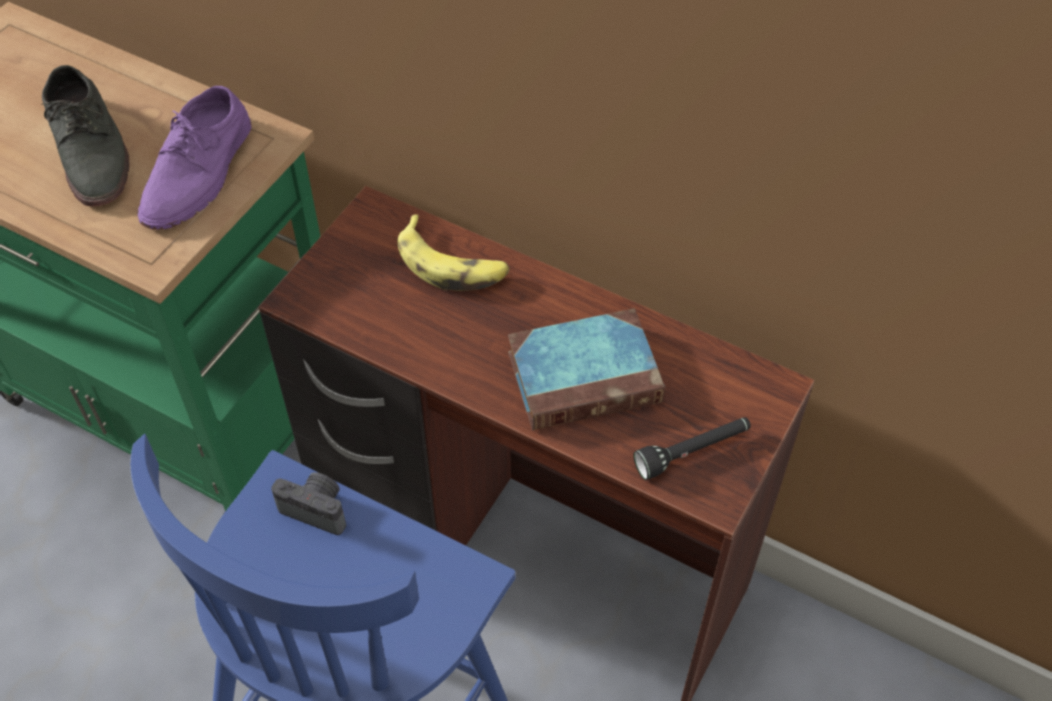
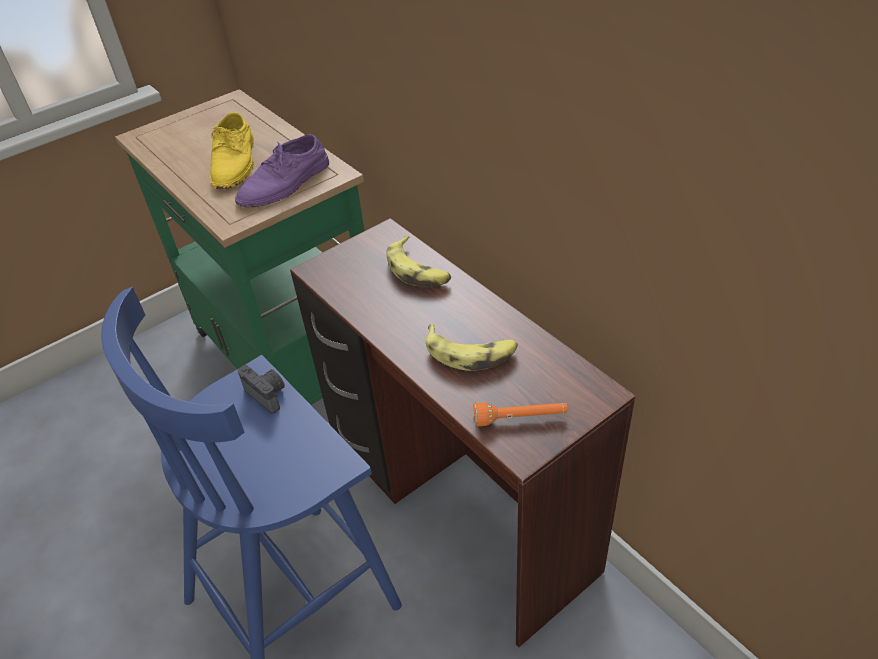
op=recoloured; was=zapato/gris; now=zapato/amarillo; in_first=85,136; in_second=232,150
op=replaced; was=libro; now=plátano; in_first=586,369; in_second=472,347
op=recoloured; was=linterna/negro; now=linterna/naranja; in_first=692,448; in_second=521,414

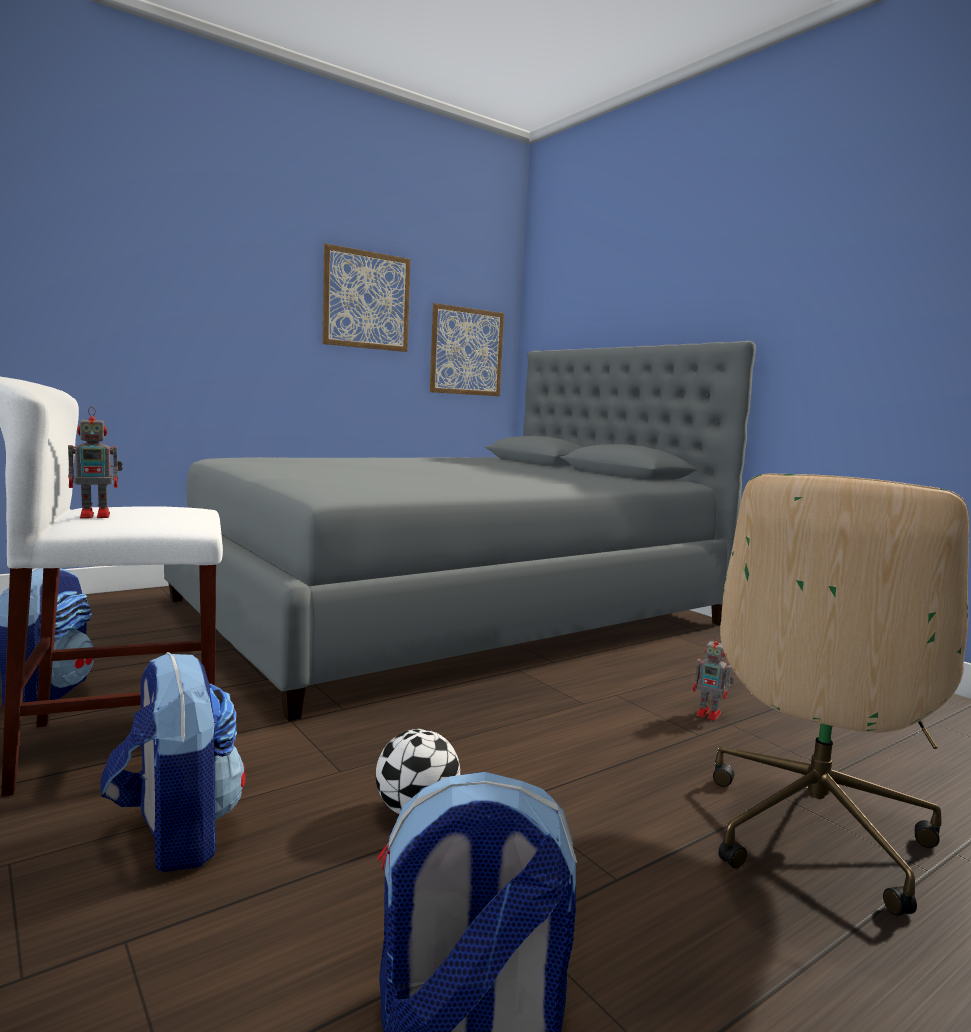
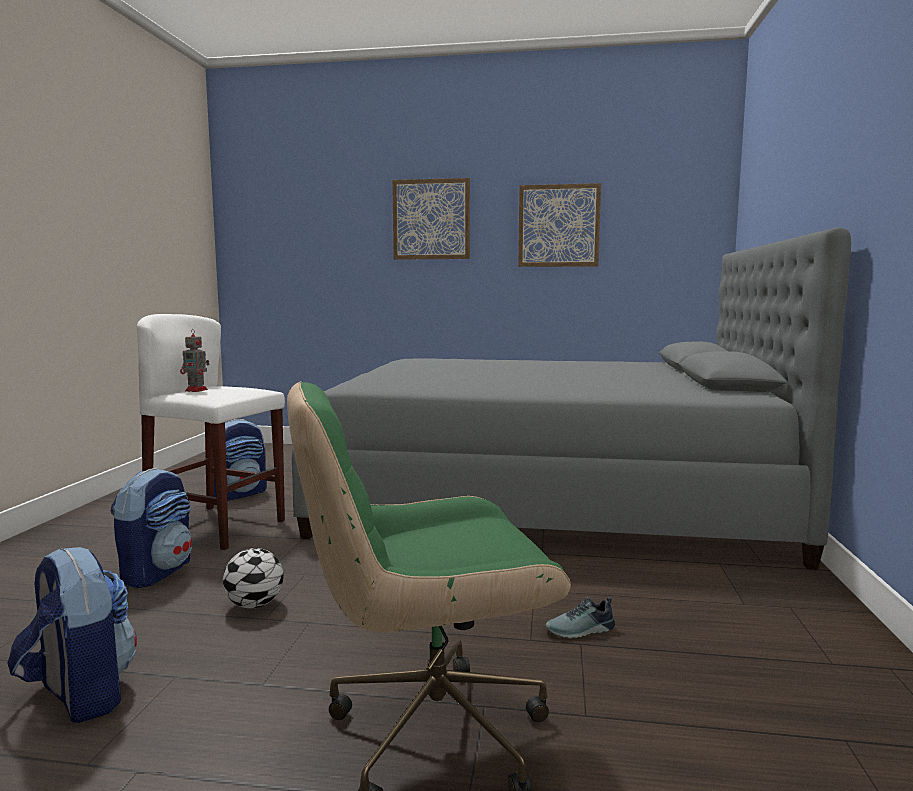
op=moved; was=cuadro; in_first=467,349; in_second=431,218
op=replaced; was=robot de juguete; now=zapato; in_first=713,677; in_second=580,617

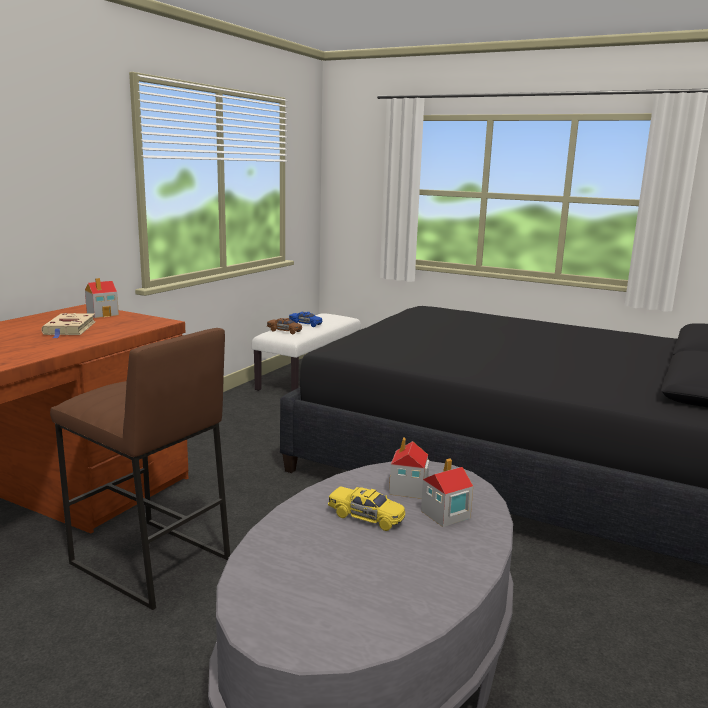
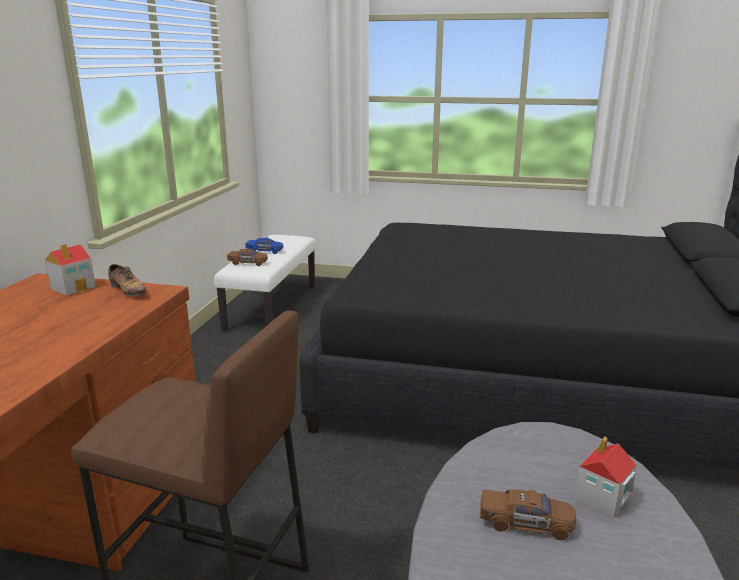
op=removed; was=libro/beis; in_first=68,325
op=recoloured; was=coche de juguete/amarillo; now=coche de juguete/marrón; in_first=366,509; in_second=528,514
op=removed; was=casita; in_first=409,468
op=added; now=zapato; in_second=127,280

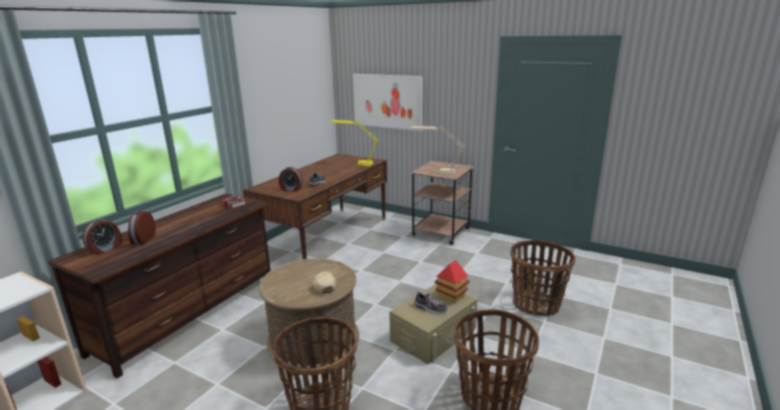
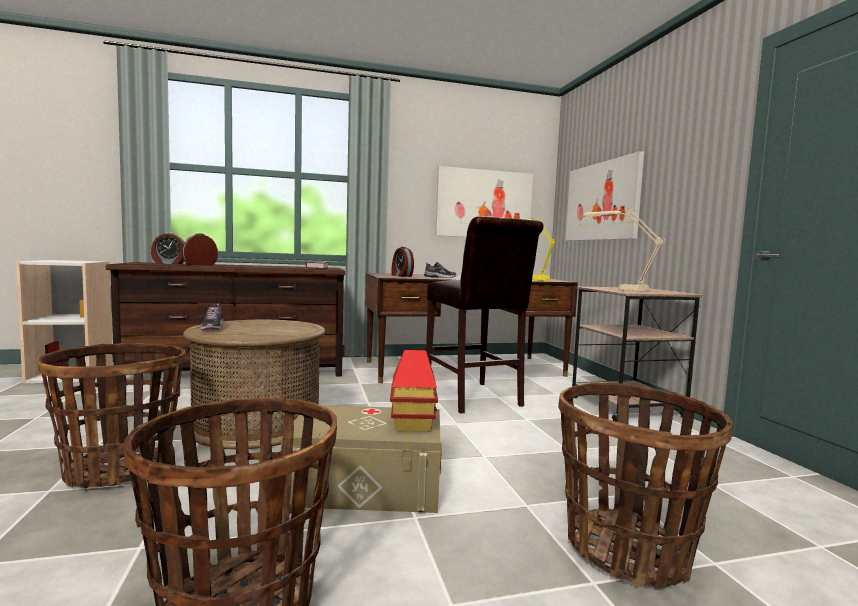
op=removed; was=gorra/beis; in_first=325,283
op=moved; was=zapato; in_first=431,302; in_second=212,316
op=added; now=taburete/marrón; in_second=485,315
op=added; now=cuadro; in_second=484,201

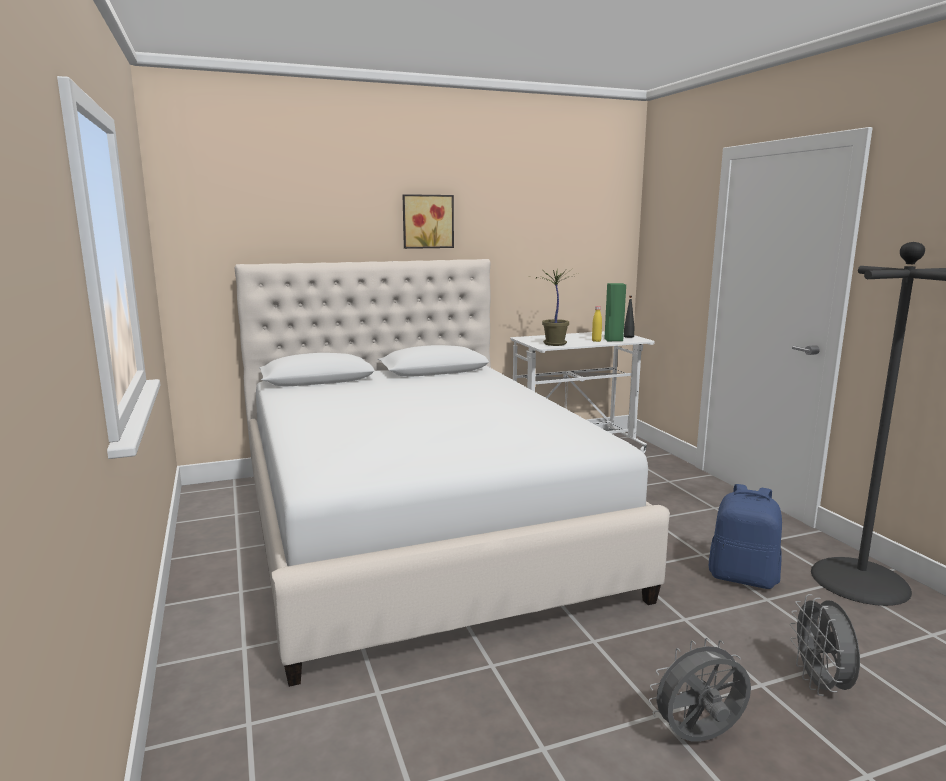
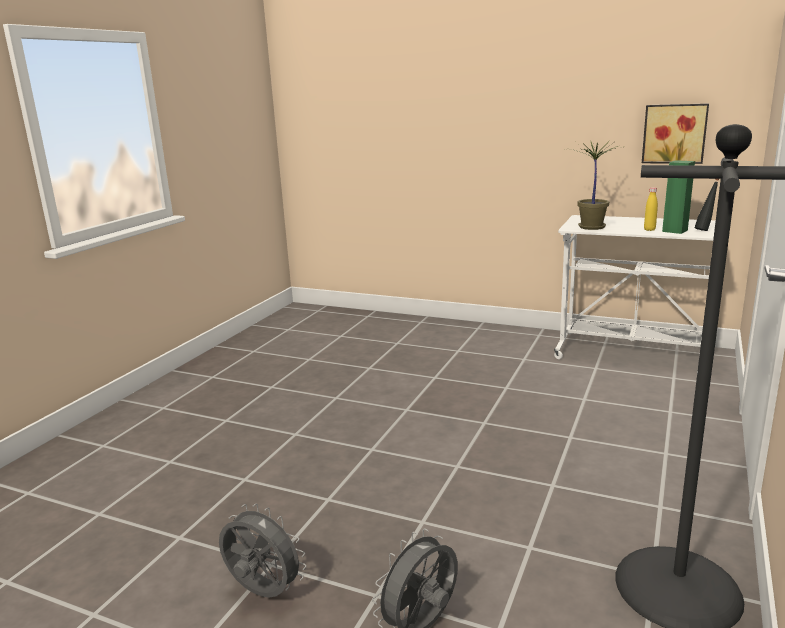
op=removed; was=cama/blanco; in_first=452,473
op=moved; was=cuadro; in_first=428,221; in_second=675,133
op=removed; was=mochila/azul; in_first=745,536

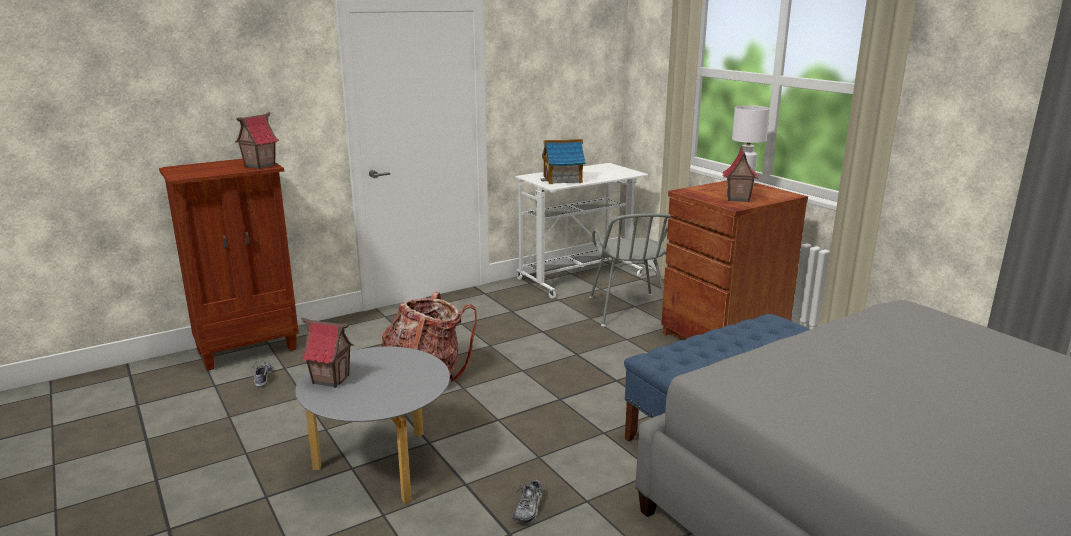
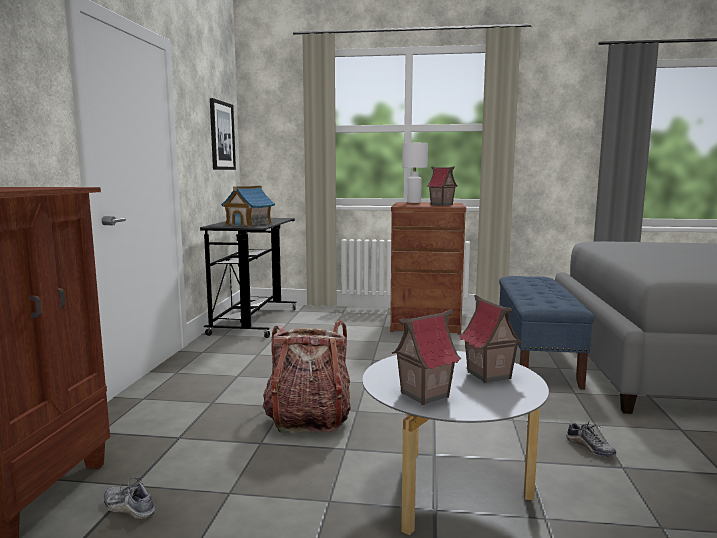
op=moved; was=casita; in_first=257,140; in_second=491,339
op=recoloured; was=escritorio/blanco; now=escritorio/negro; in_first=581,230; in_second=248,278
op=removed; was=silla/gris; in_first=630,270
op=added; now=cuadro; in_second=223,134

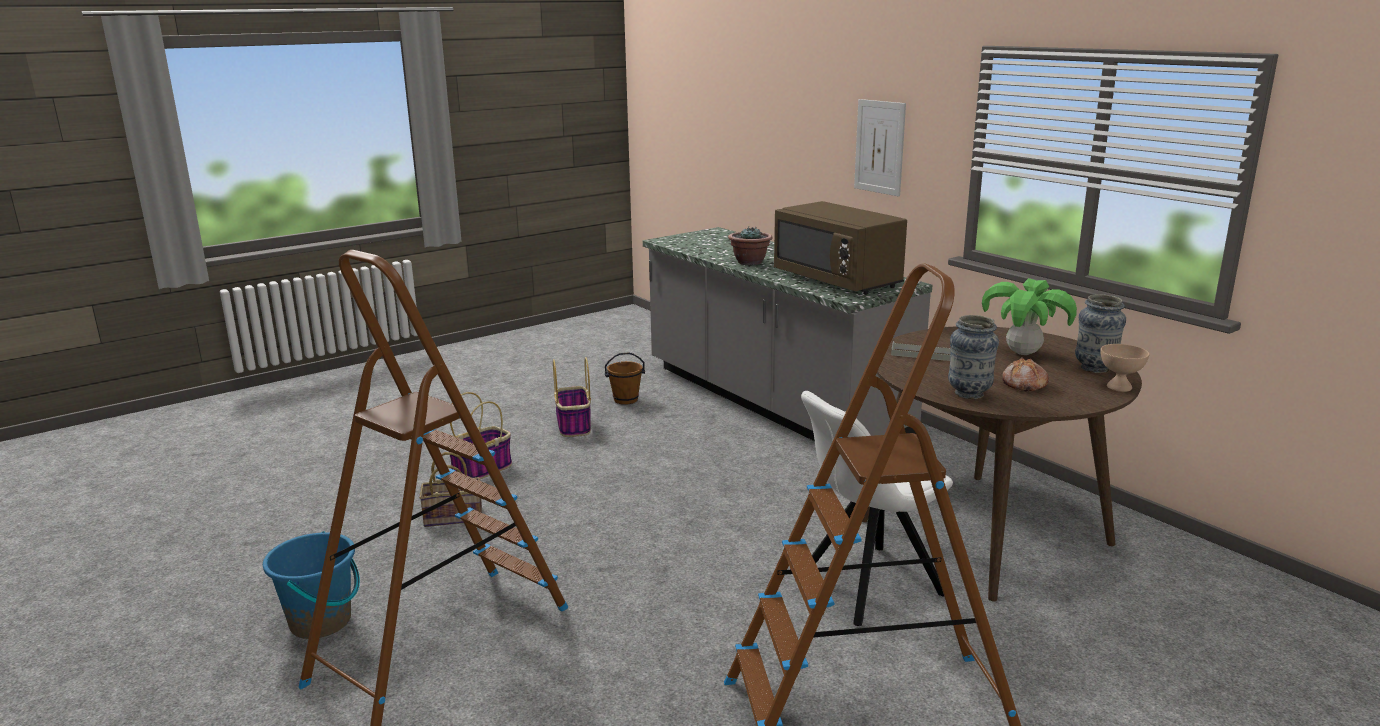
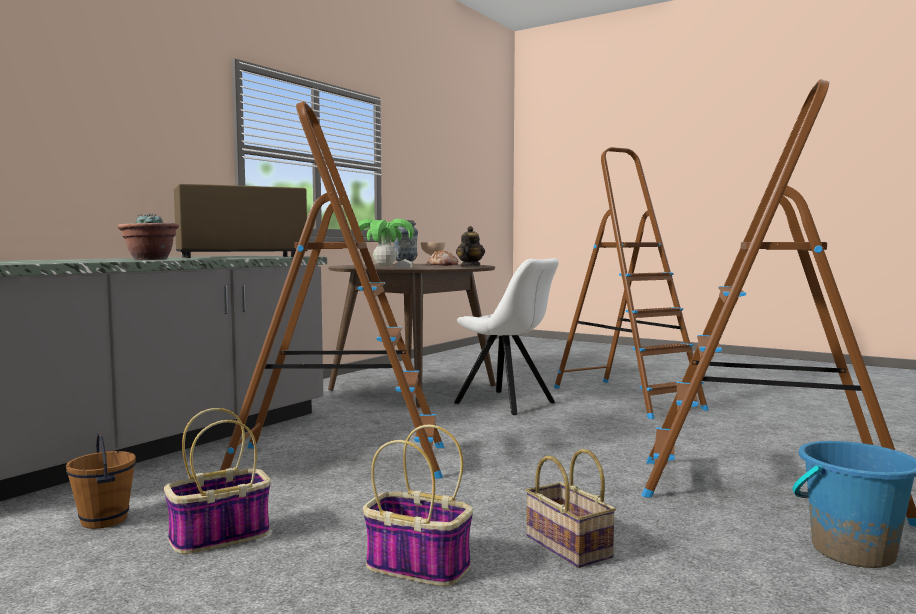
op=turned; was=microondas/marrón; in_first=840,248; in_second=240,221; clockwise=-150
op=removed; was=cuadro; in_first=880,148
op=replaced; was=florero; now=tetera; in_first=973,357; in_second=470,246
op=added; now=escalera de tijera/marrón; in_second=331,290

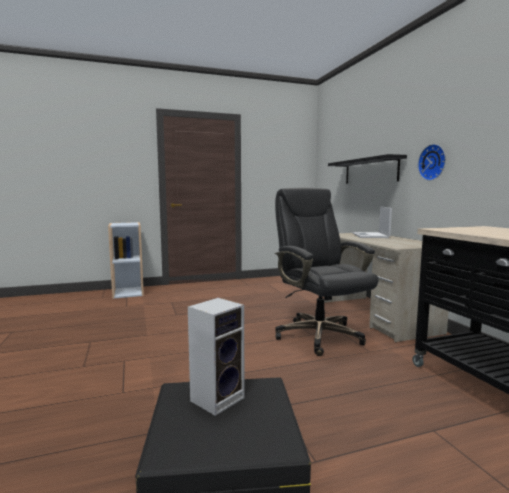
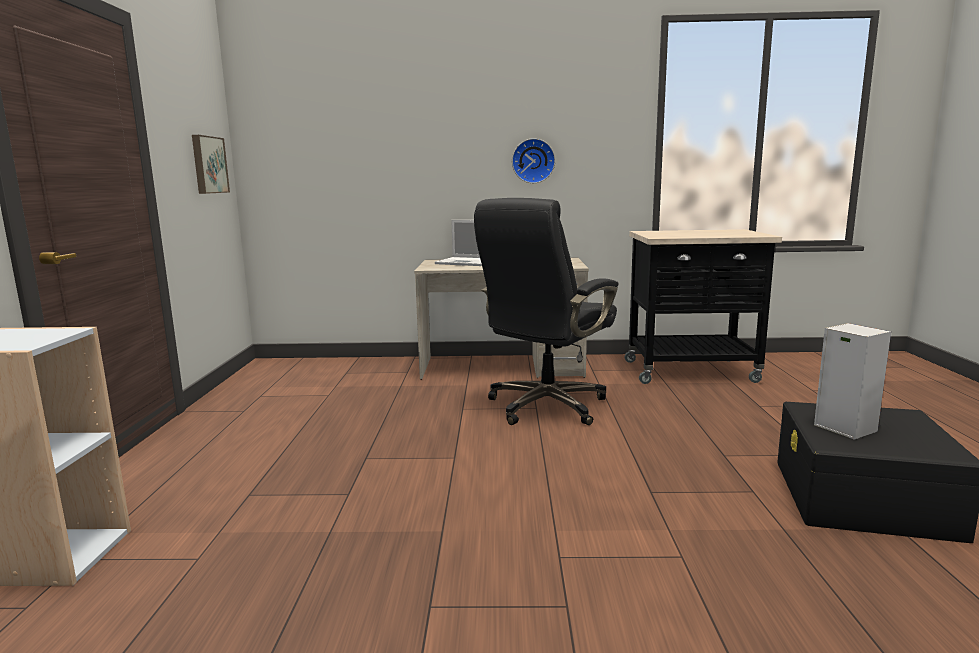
op=turned; was=silla de oficina/negro; in_first=326,272; in_second=546,311; clockwise=-45
op=removed; was=estante/negro; in_first=367,169
op=added; now=cuadro; in_second=211,164

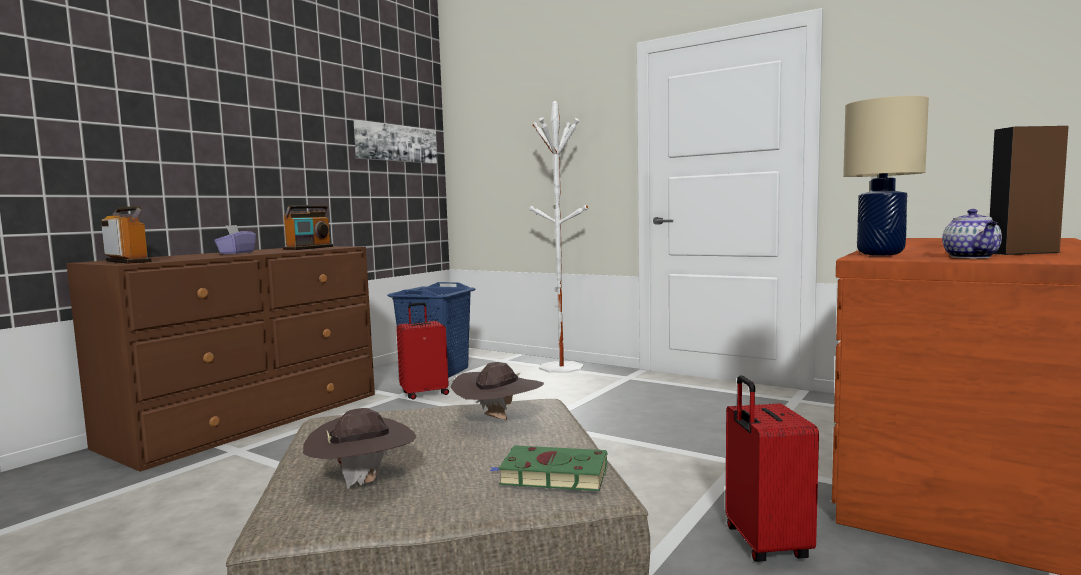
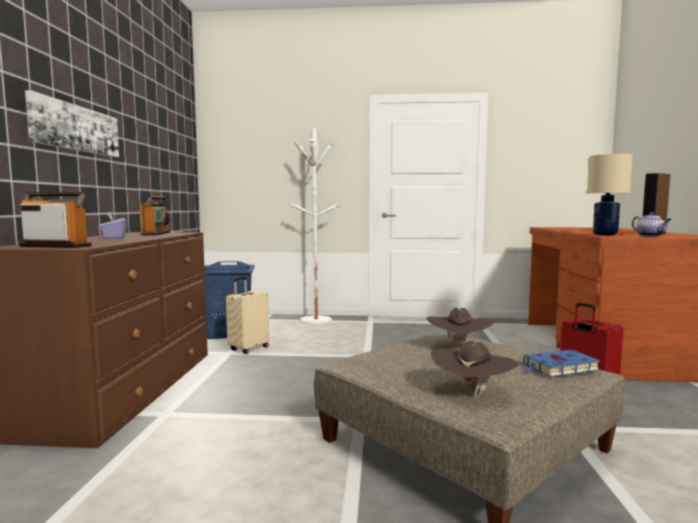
op=moved; was=cuadro; in_first=395,142; in_second=72,123
op=recoloured; was=maleta/rojo; now=maleta/beis; in_first=422,351; in_second=247,315
op=recoloured; was=libro/verde; now=libro/azul; in_first=548,468; in_second=561,363

